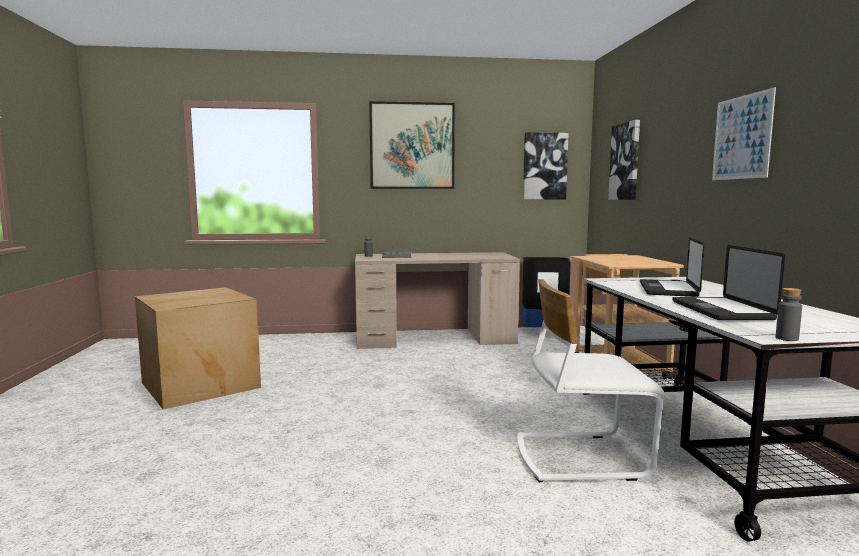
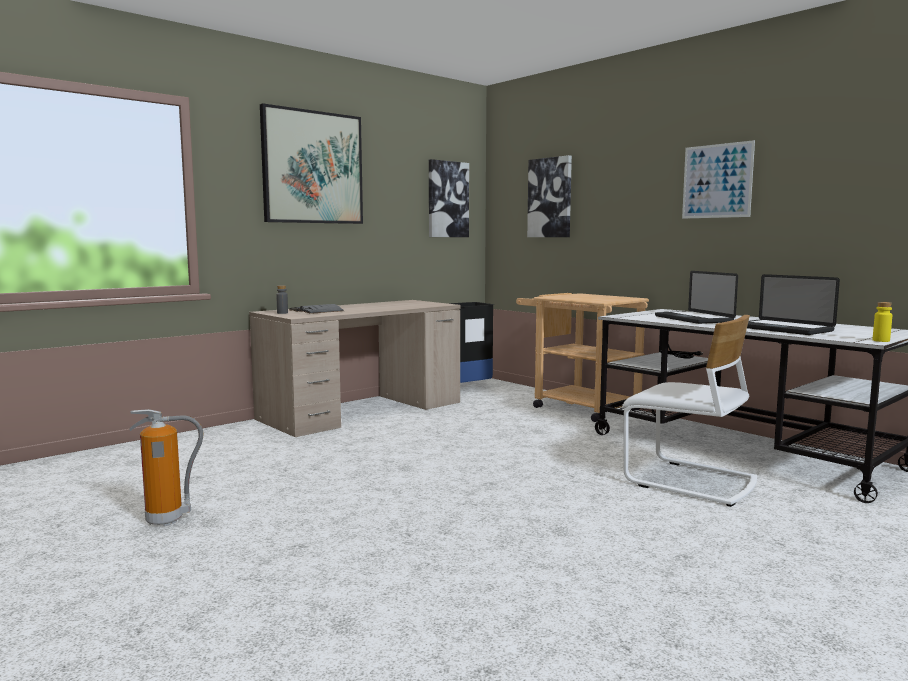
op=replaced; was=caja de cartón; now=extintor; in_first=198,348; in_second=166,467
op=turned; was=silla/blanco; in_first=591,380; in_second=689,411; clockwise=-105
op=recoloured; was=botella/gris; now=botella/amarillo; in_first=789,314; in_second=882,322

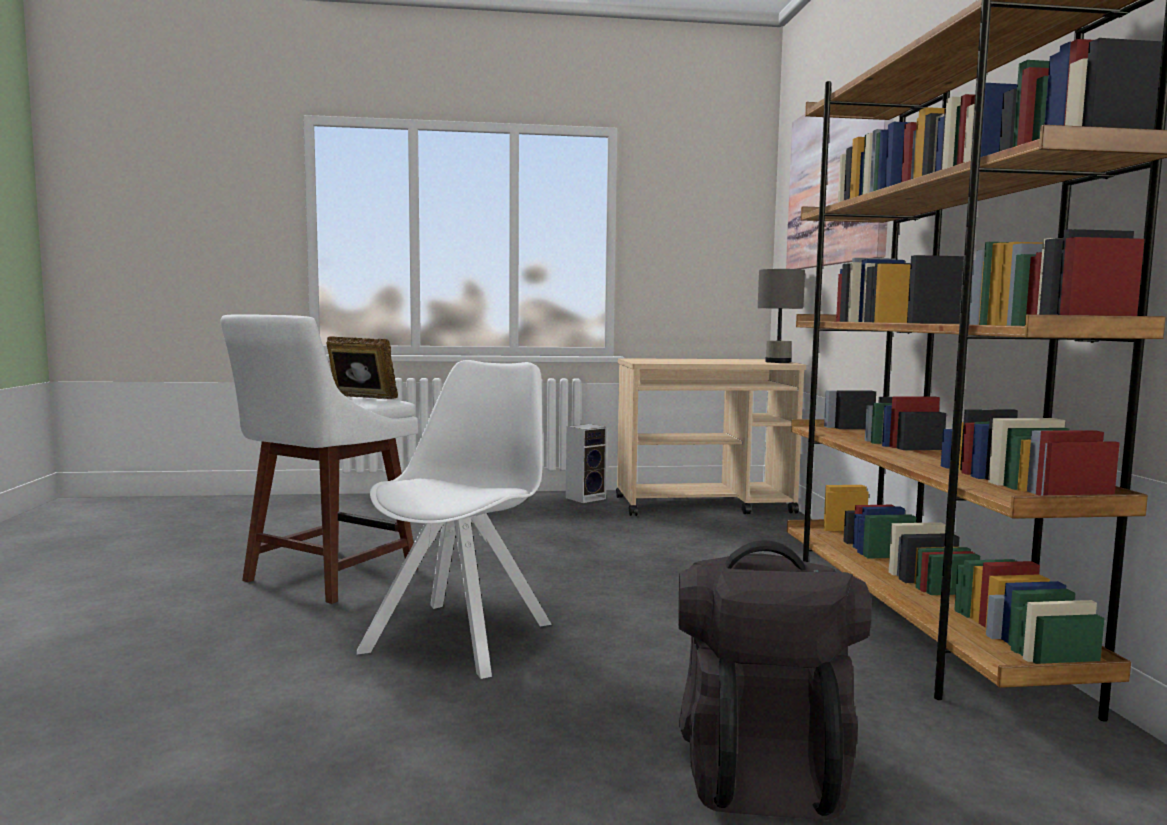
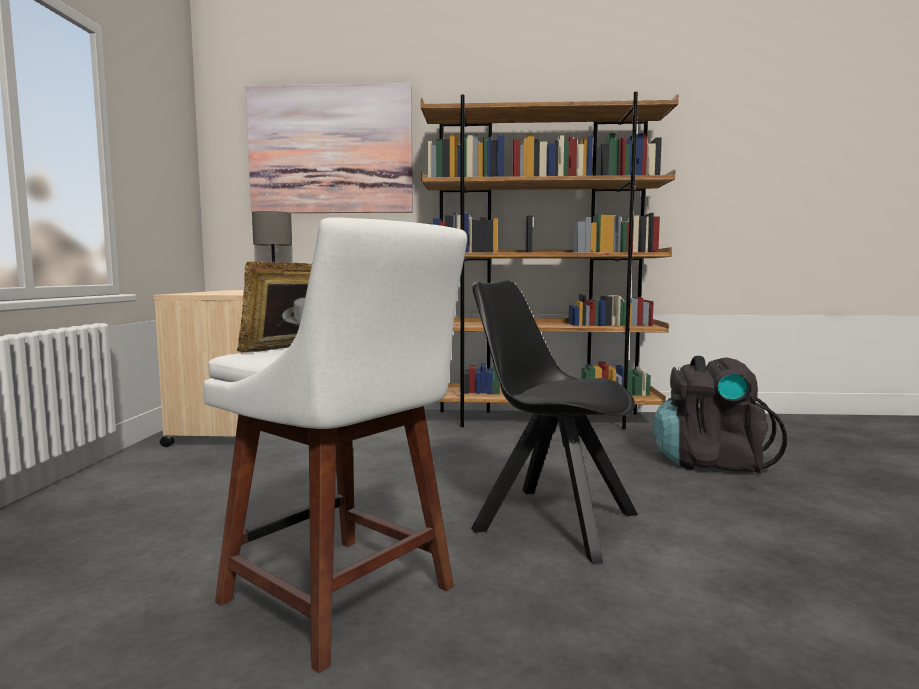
op=recoloured; was=silla/blanco; now=silla/negro; in_first=454,519; in_second=554,421
op=removed; was=altavoz; in_first=586,463

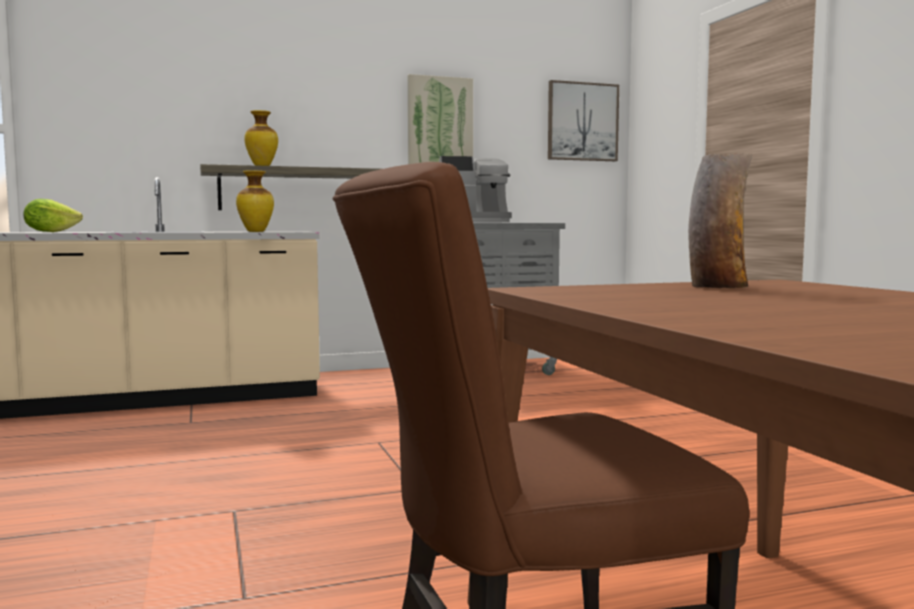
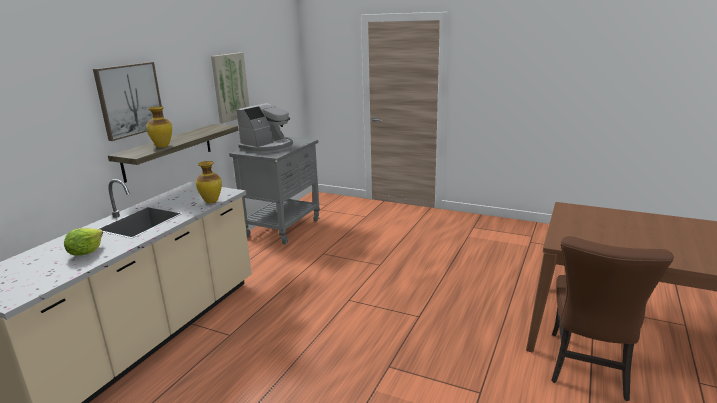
op=moved; was=cuadro; in_first=583,120; in_second=128,101
op=removed; was=florero; in_first=720,220

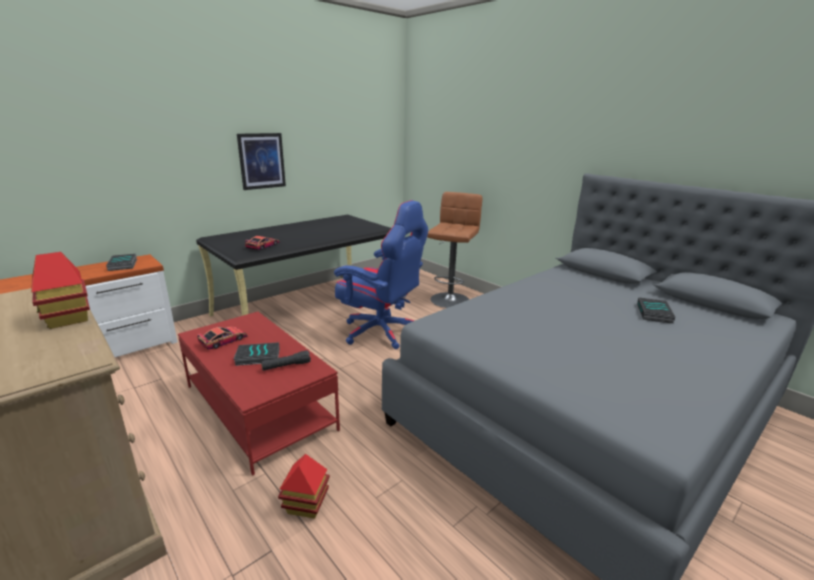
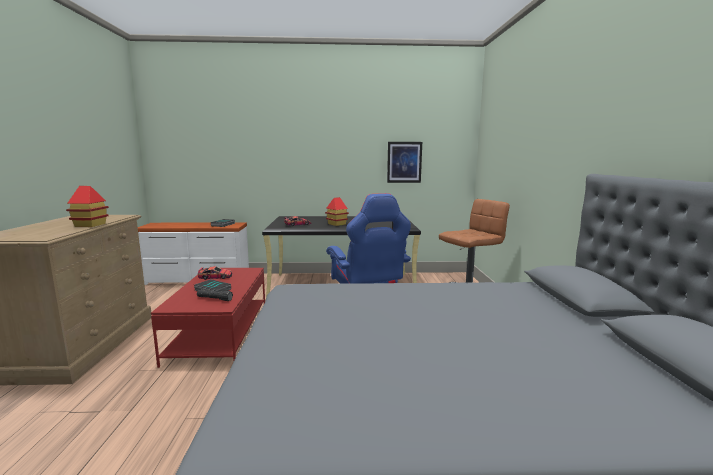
op=moved; was=cuadro; in_first=261,161; in_second=404,162
op=moved; was=casita; in_first=304,486; in_second=337,211
op=removed; was=libro; in_first=656,310

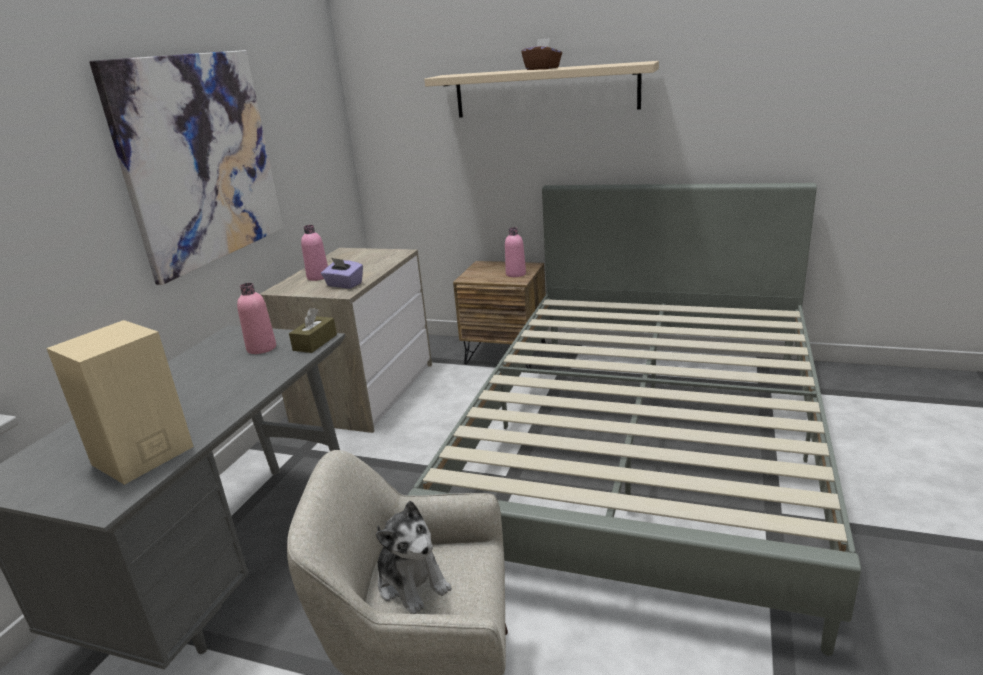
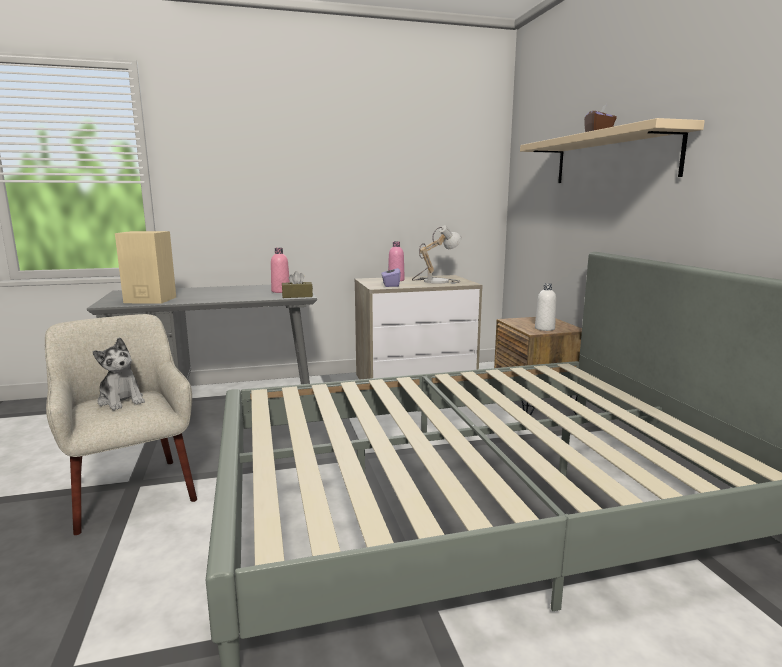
op=removed; was=cuadro; in_first=186,167
op=turned; was=peluche; in_first=414,557; in_second=118,373; clockwise=-60
op=recoloured; was=botella/rosa; now=botella/blanco; in_first=515,252; in_second=545,307
op=added; now=lámpara de mesa; in_second=437,254

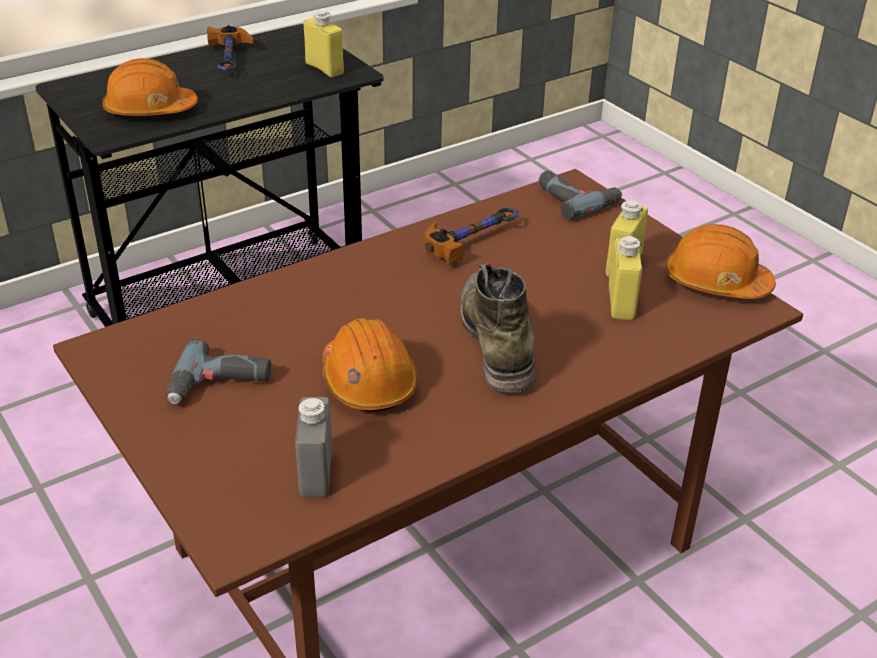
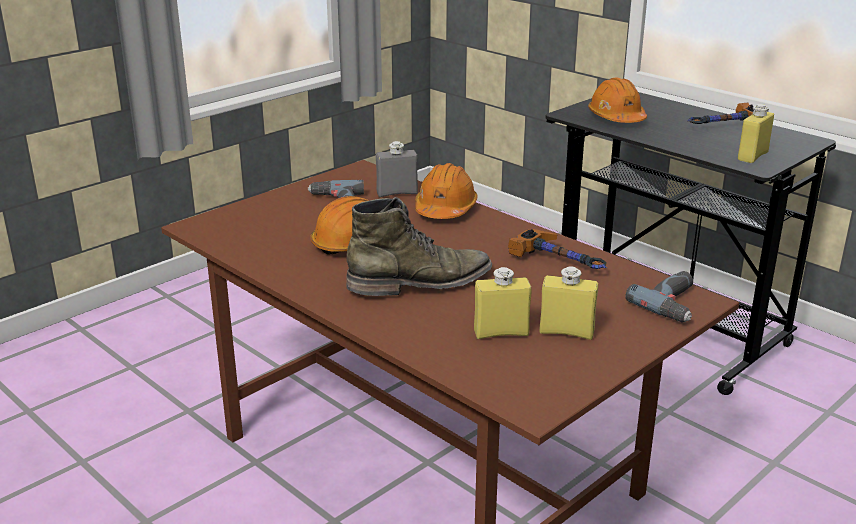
op=moved; was=botella/gris; in_first=313,447; in_second=397,169
op=moved; was=casco/naranja; in_first=720,261; in_second=446,191

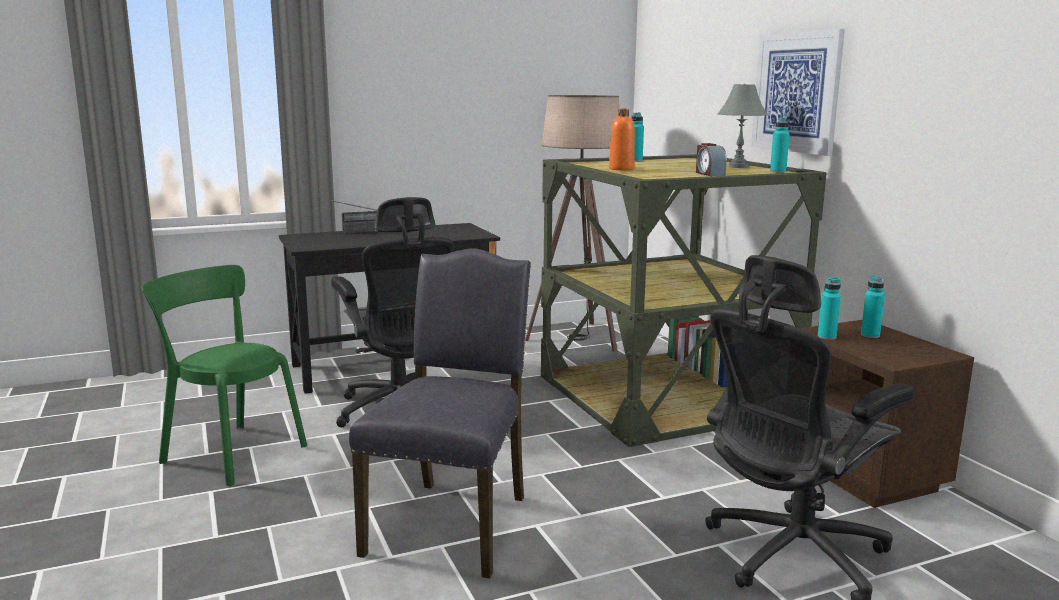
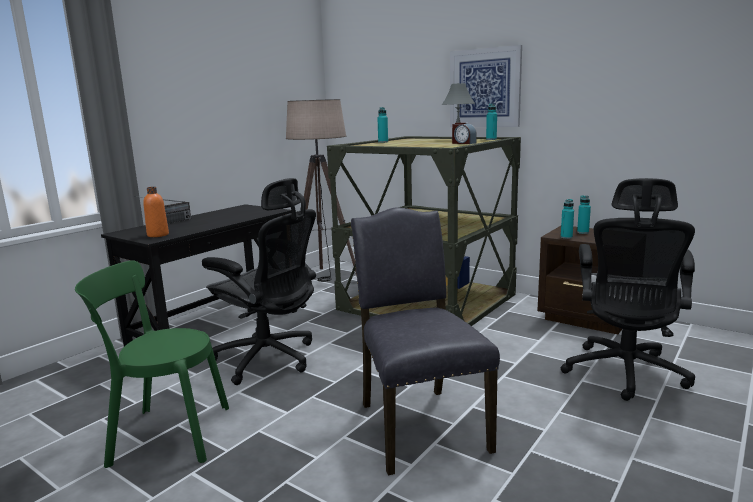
op=moved; was=botella/naranja; in_first=622,139; in_second=156,212

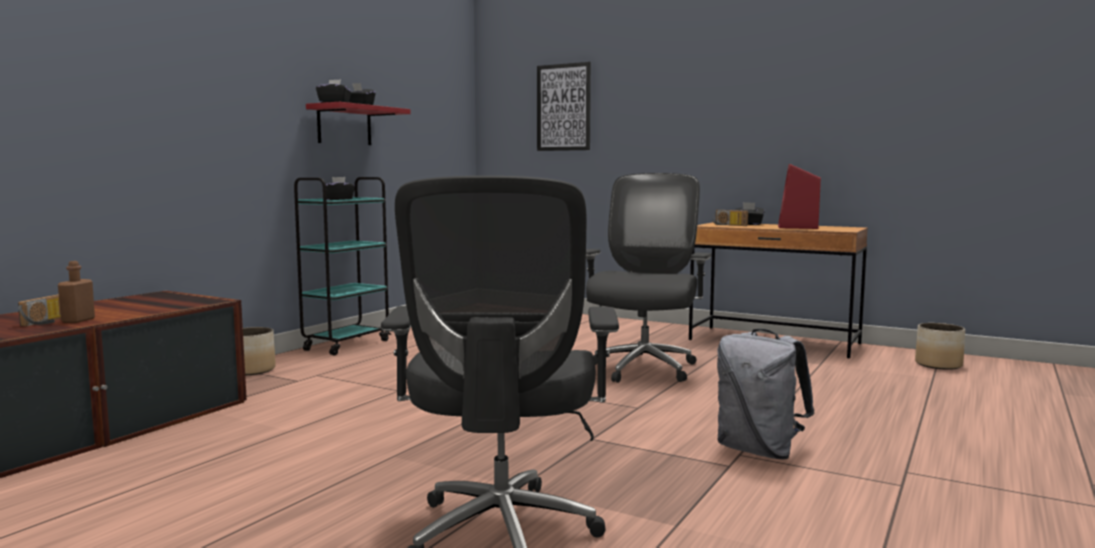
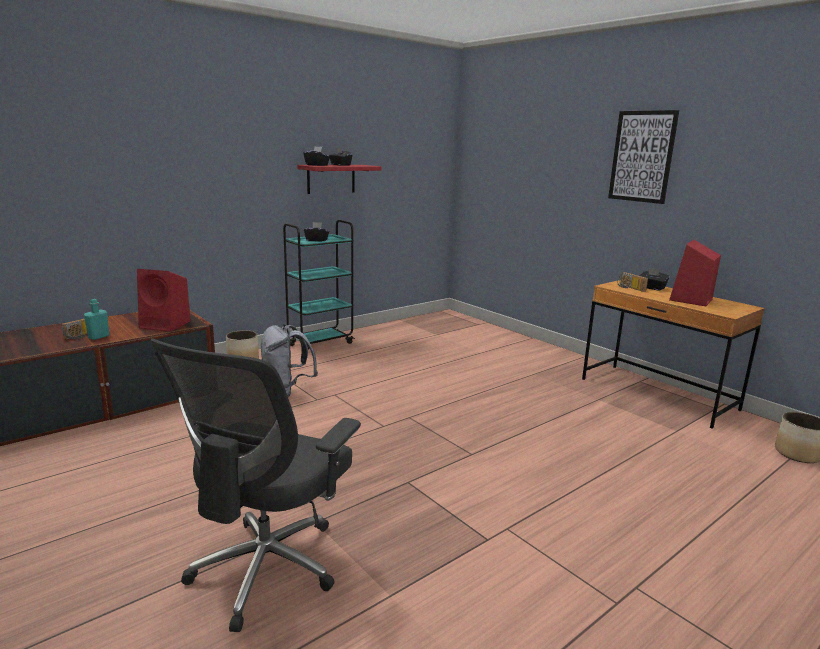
op=recoloured; was=botella/marrón; now=botella/turquesa; in_first=76,292; in_second=97,319
op=moved; was=cuadro; in_first=564,106; in_second=643,157
op=removed; was=silla de oficina; in_first=648,278
op=moved; was=mochila/gris; in_first=765,394; in_second=289,360
op=added; now=altavoz/rojo; in_second=164,300

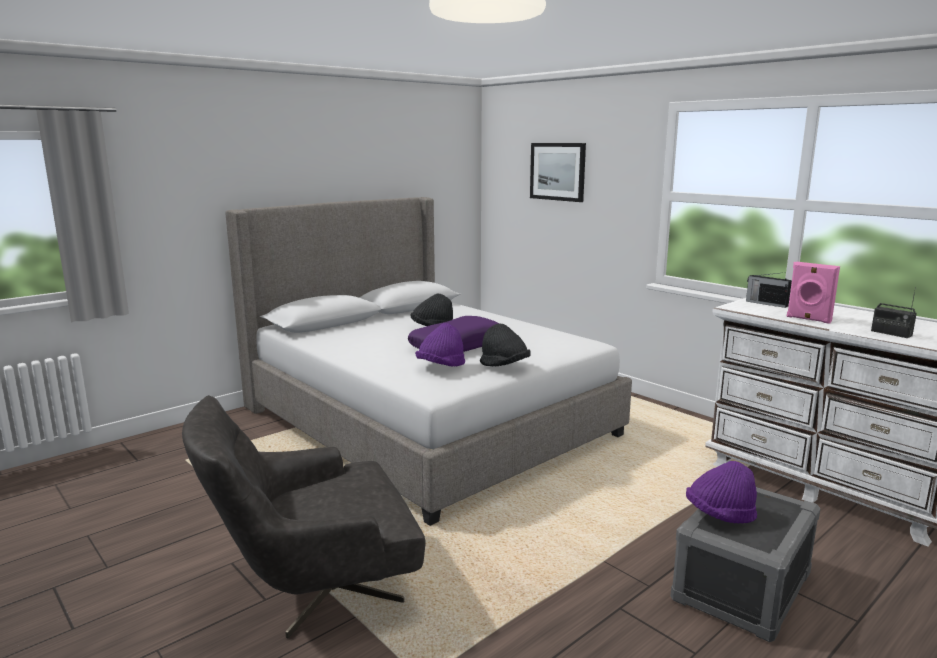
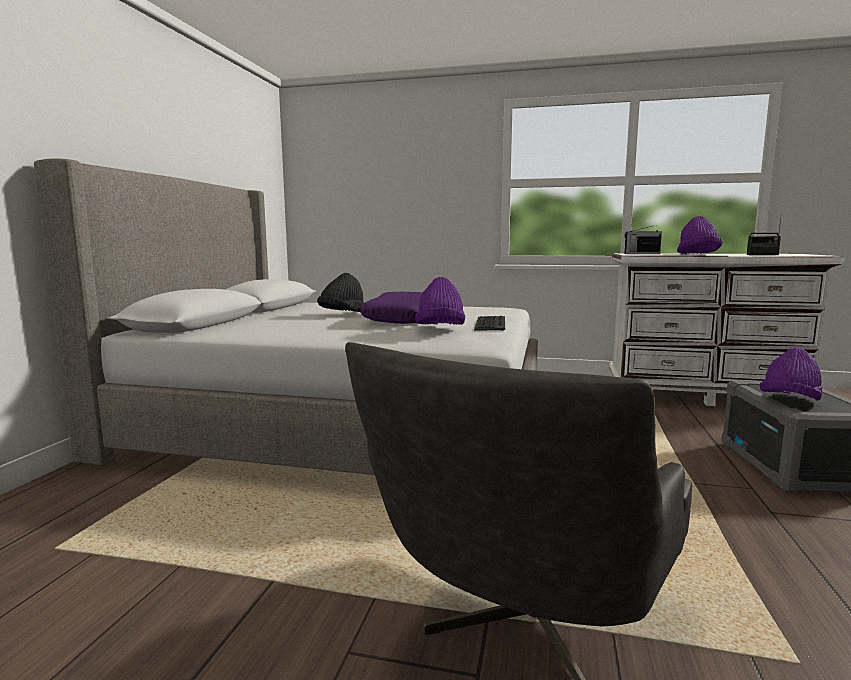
op=replaced; was=sombrero/negro; now=teclado; in_first=505,345; in_second=489,323
op=removed; was=cuadro; in_first=558,172
op=replaced; was=altavoz/rosa; now=sombrero/morado; in_first=813,293; in_second=700,235

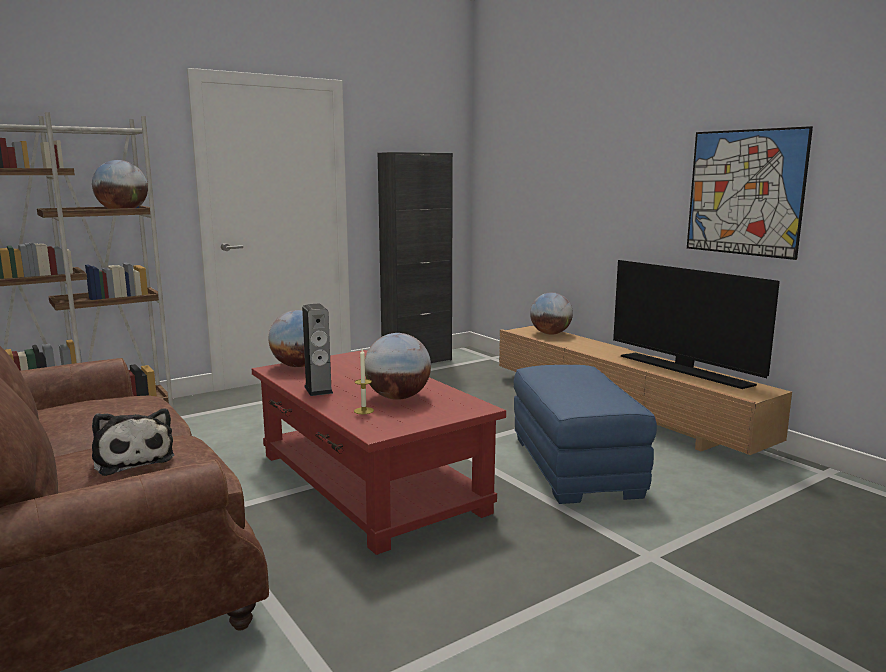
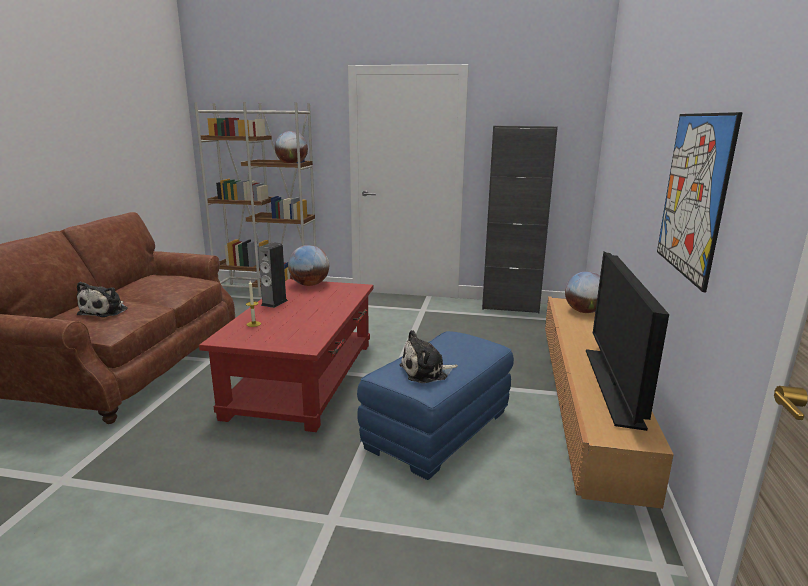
op=removed; was=globo terráqueo; in_first=398,366
op=added; now=peluche; in_second=429,356

